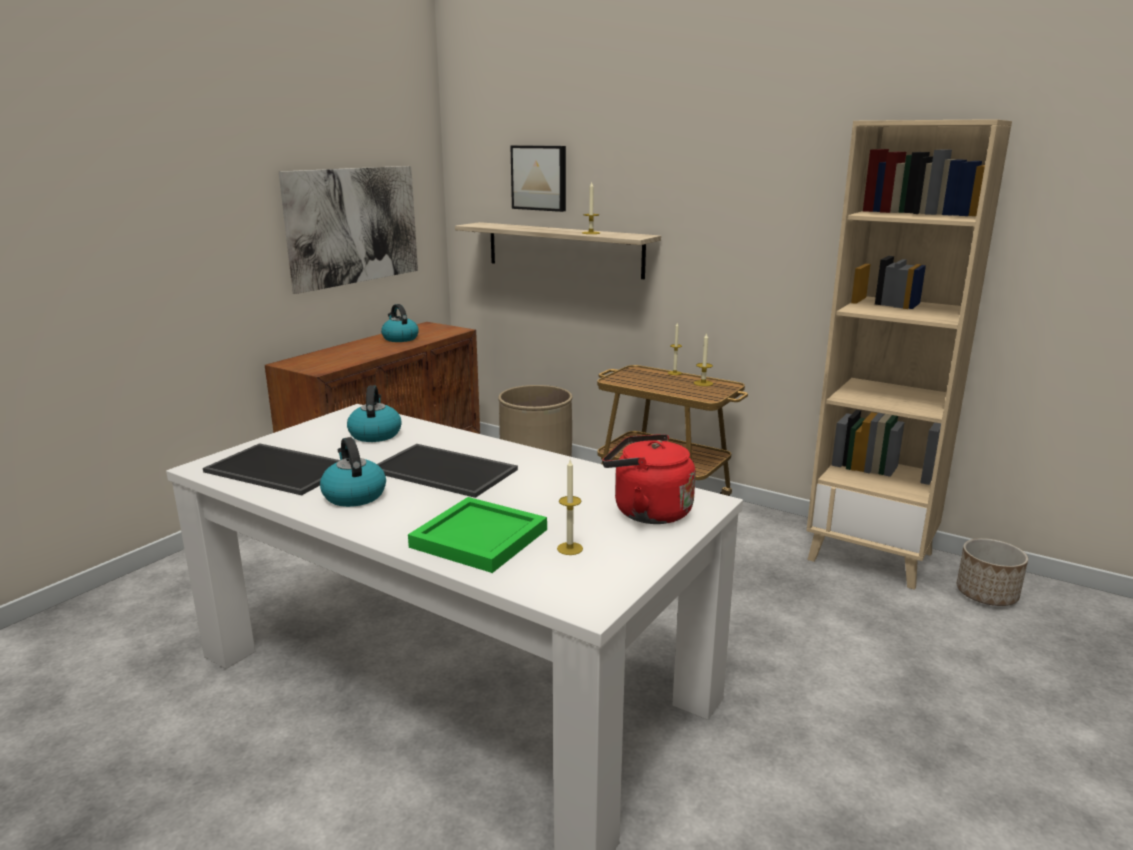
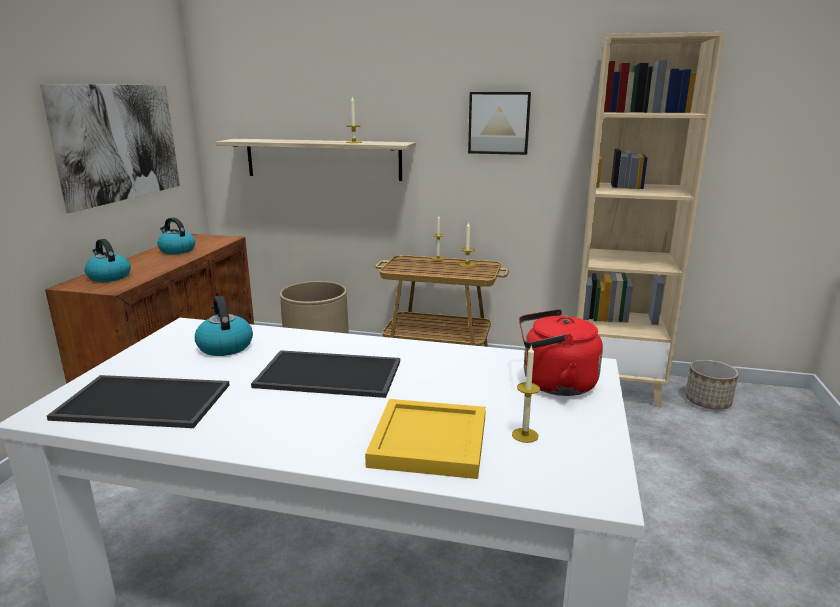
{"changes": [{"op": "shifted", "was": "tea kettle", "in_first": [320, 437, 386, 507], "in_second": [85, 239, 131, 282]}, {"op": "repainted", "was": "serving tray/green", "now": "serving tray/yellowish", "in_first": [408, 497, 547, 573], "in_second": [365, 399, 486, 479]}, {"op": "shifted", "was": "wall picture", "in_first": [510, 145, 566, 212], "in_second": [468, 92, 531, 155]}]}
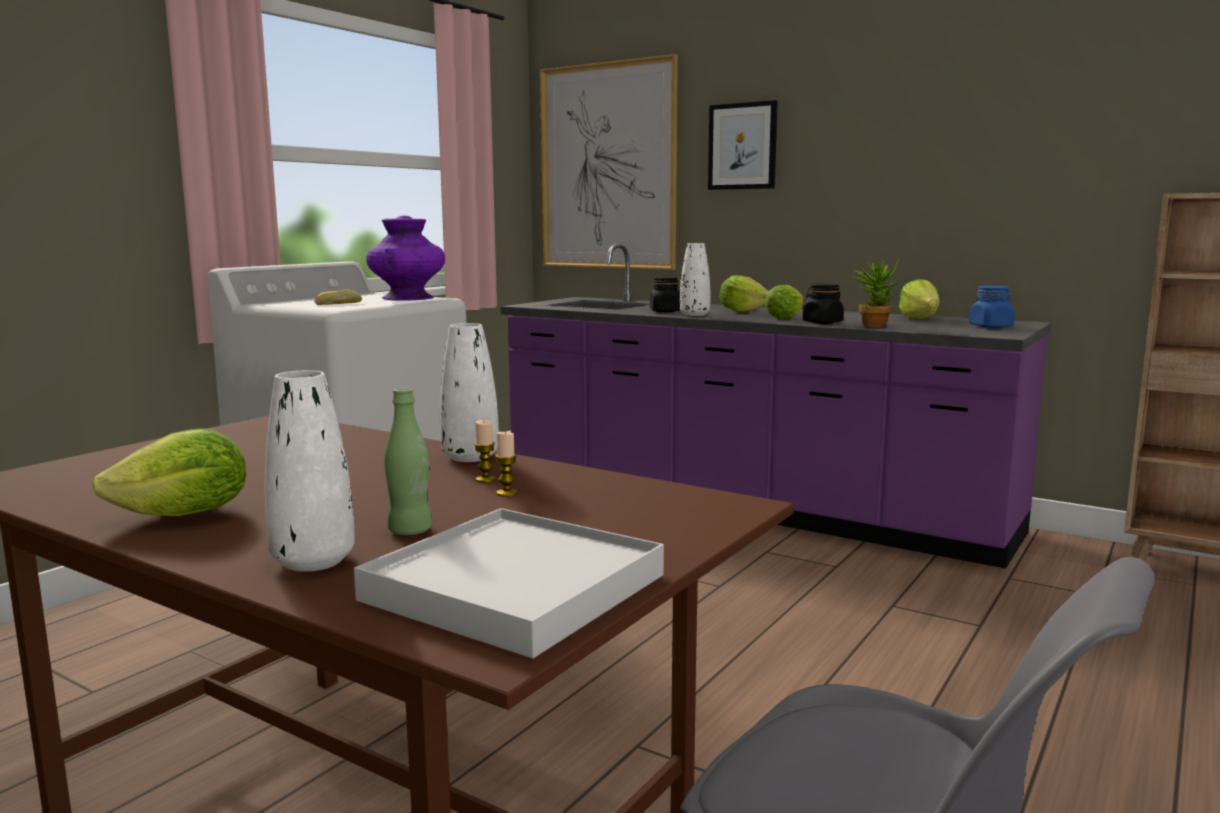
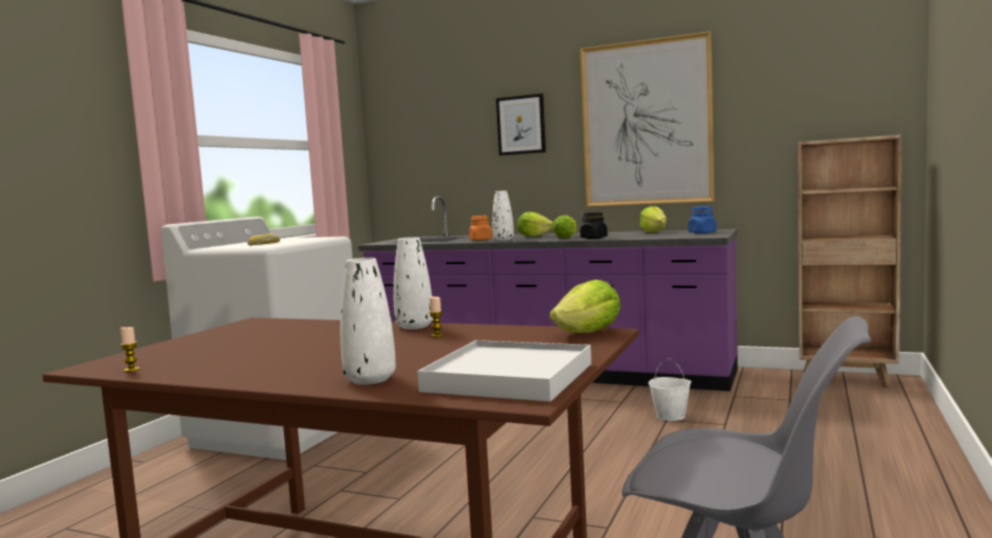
{"changes": [{"op": "shifted", "was": "lettuce", "in_first": [92, 428, 246, 516], "in_second": [550, 280, 621, 333]}, {"op": "gone", "was": "decorative vase/purple-coloured", "in_first": [366, 216, 445, 301]}, {"op": "gone", "was": "bottle/green", "in_first": [384, 388, 432, 535]}, {"op": "shifted", "was": "candle", "in_first": [495, 431, 518, 497], "in_second": [120, 327, 140, 372]}, {"op": "shifted", "was": "wall picture", "in_first": [540, 54, 678, 270], "in_second": [580, 31, 715, 207]}, {"op": "repainted", "was": "preserve jar/blackish", "now": "preserve jar/orangey", "in_first": [650, 277, 680, 312], "in_second": [469, 216, 492, 241]}, {"op": "gone", "was": "potted plant", "in_first": [851, 259, 901, 327]}, {"op": "new", "now": "water bucket/whitish", "in_second": [648, 358, 691, 421]}]}
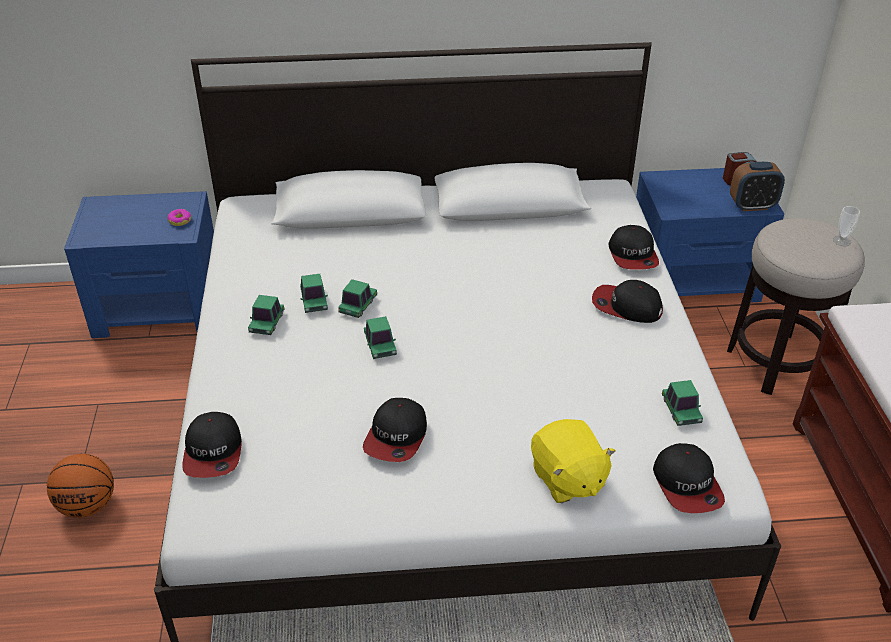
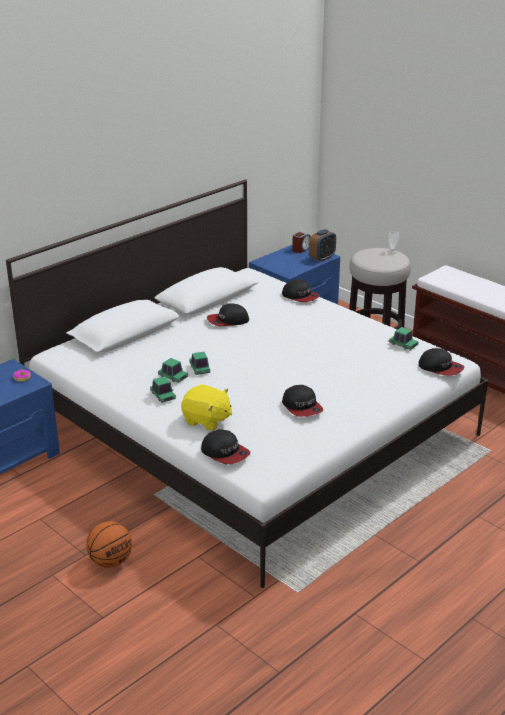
{"changes": [{"op": "gone", "was": "toy car", "in_first": [364, 316, 397, 359]}, {"op": "shifted", "was": "plush toy/yellowish", "in_first": [531, 419, 616, 503], "in_second": [181, 385, 232, 431]}, {"op": "shifted", "was": "baseball cap", "in_first": [592, 280, 663, 323], "in_second": [207, 303, 249, 326]}]}
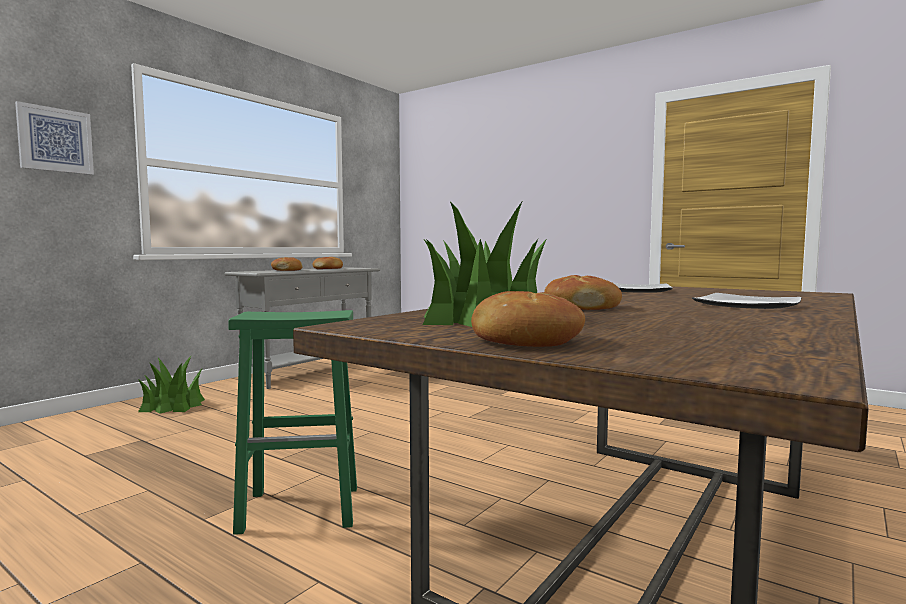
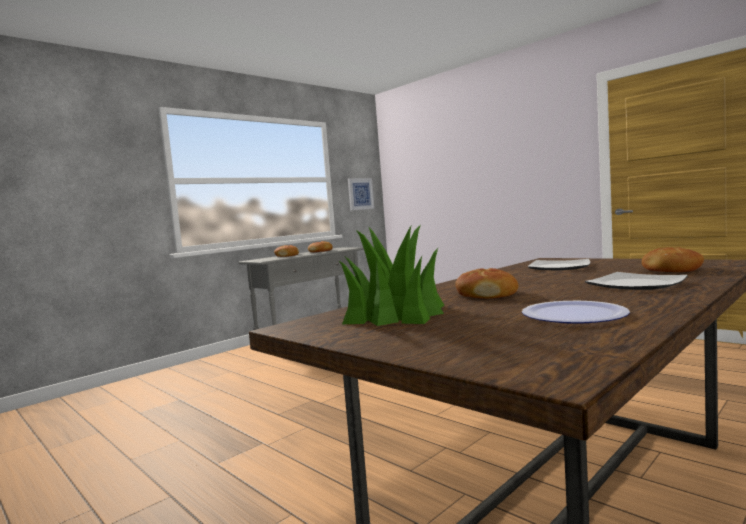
{"changes": [{"op": "shifted", "was": "wall picture", "in_first": [15, 101, 94, 175], "in_second": [348, 178, 374, 210]}, {"op": "gone", "was": "potted plant", "in_first": [138, 356, 205, 414]}, {"op": "gone", "was": "sitting stool/green", "in_first": [228, 310, 357, 535]}, {"op": "shifted", "was": "bread", "in_first": [471, 291, 585, 347], "in_second": [642, 247, 704, 272]}, {"op": "new", "now": "flat dish", "in_second": [522, 301, 630, 324]}]}
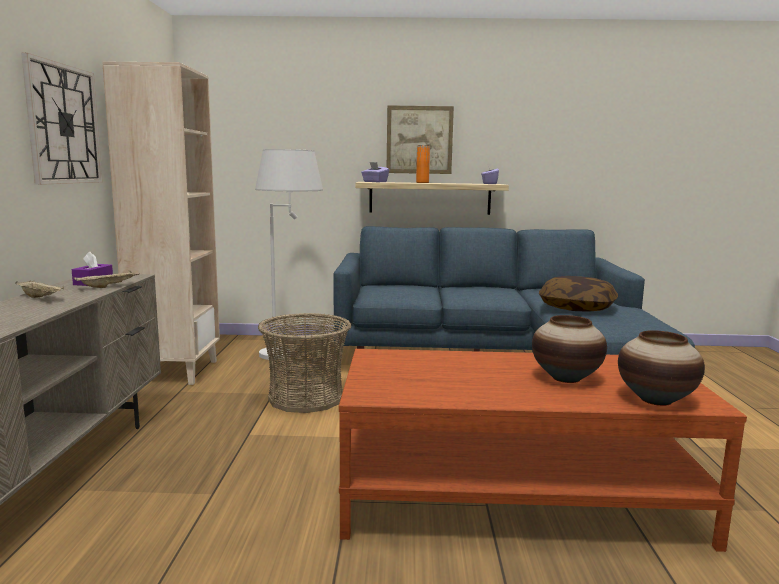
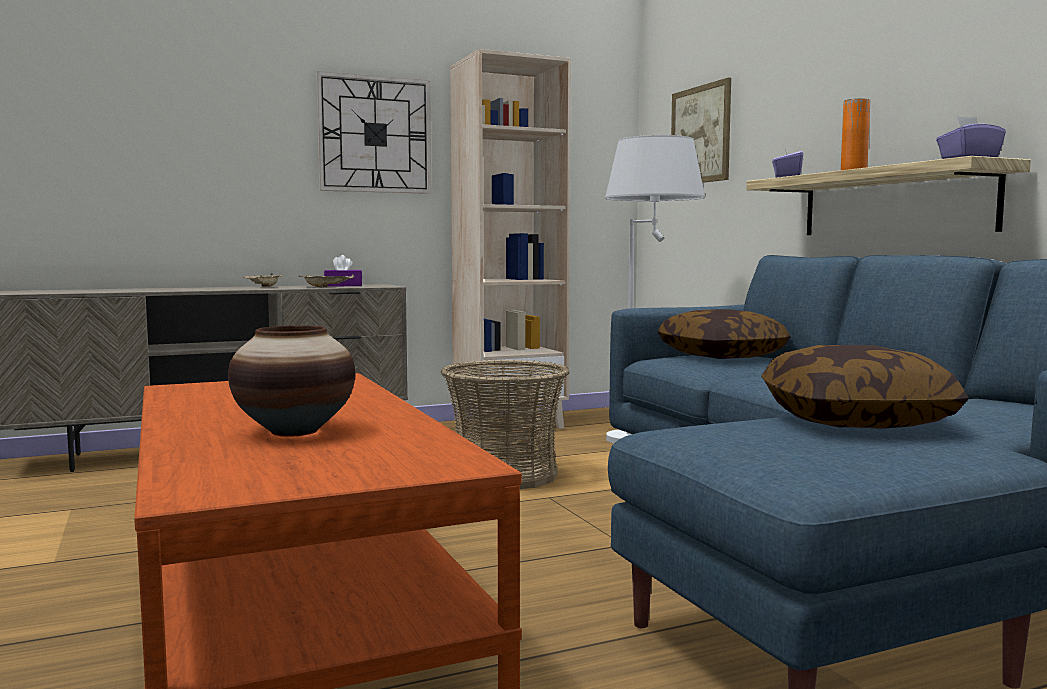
{"changes": [{"op": "shifted", "was": "wall picture", "in_first": [387, 105, 454, 174], "in_second": [671, 77, 731, 183]}, {"op": "gone", "was": "decorative vase", "in_first": [618, 330, 705, 406]}, {"op": "new", "now": "pillow", "in_second": [657, 309, 791, 359]}]}
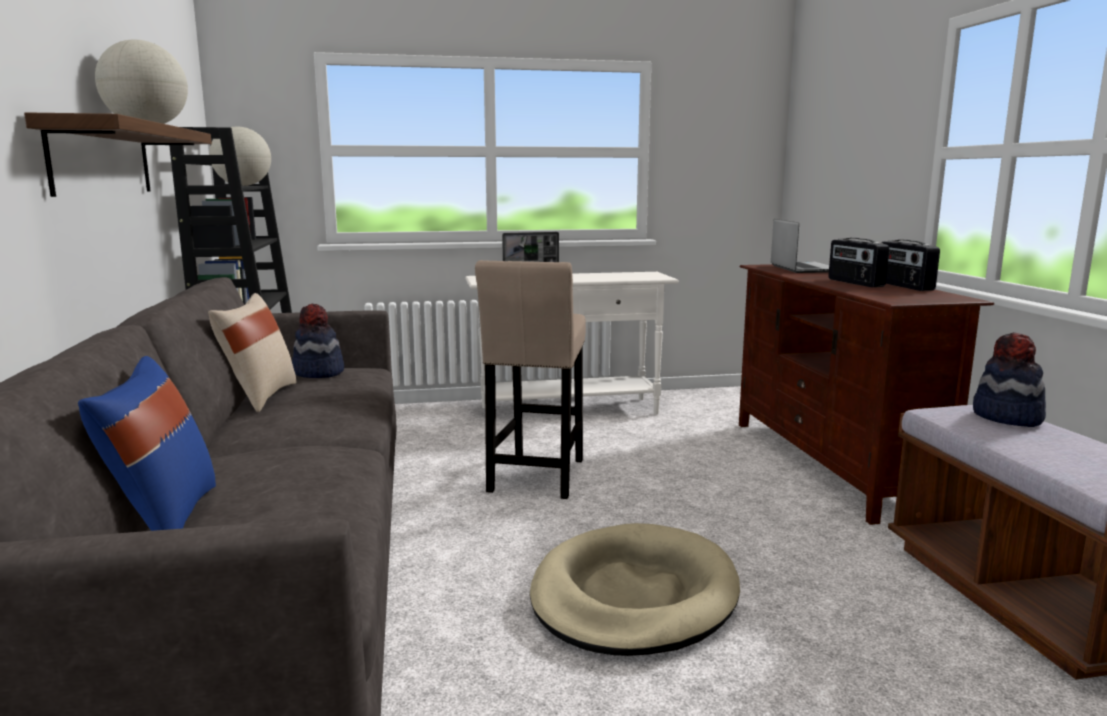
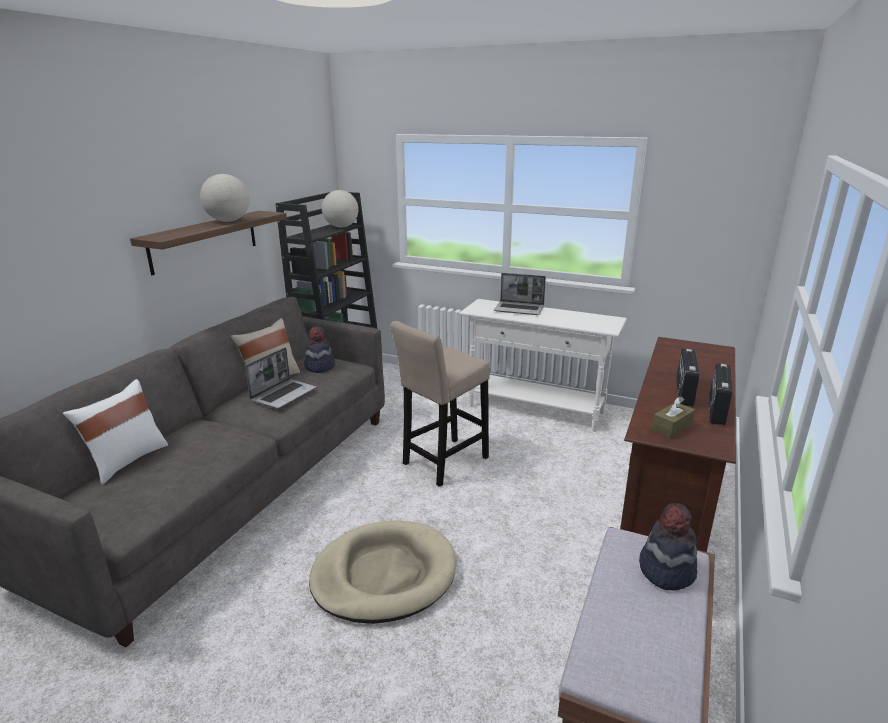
{"changes": [{"op": "repainted", "was": "pillow/bluish", "now": "pillow/whitish", "in_first": [78, 356, 216, 531], "in_second": [63, 379, 168, 484]}, {"op": "shifted", "was": "portable computer", "in_first": [771, 219, 829, 273], "in_second": [245, 348, 316, 409]}, {"op": "new", "now": "tissue holder/brown-coloured", "in_second": [652, 397, 695, 438]}]}
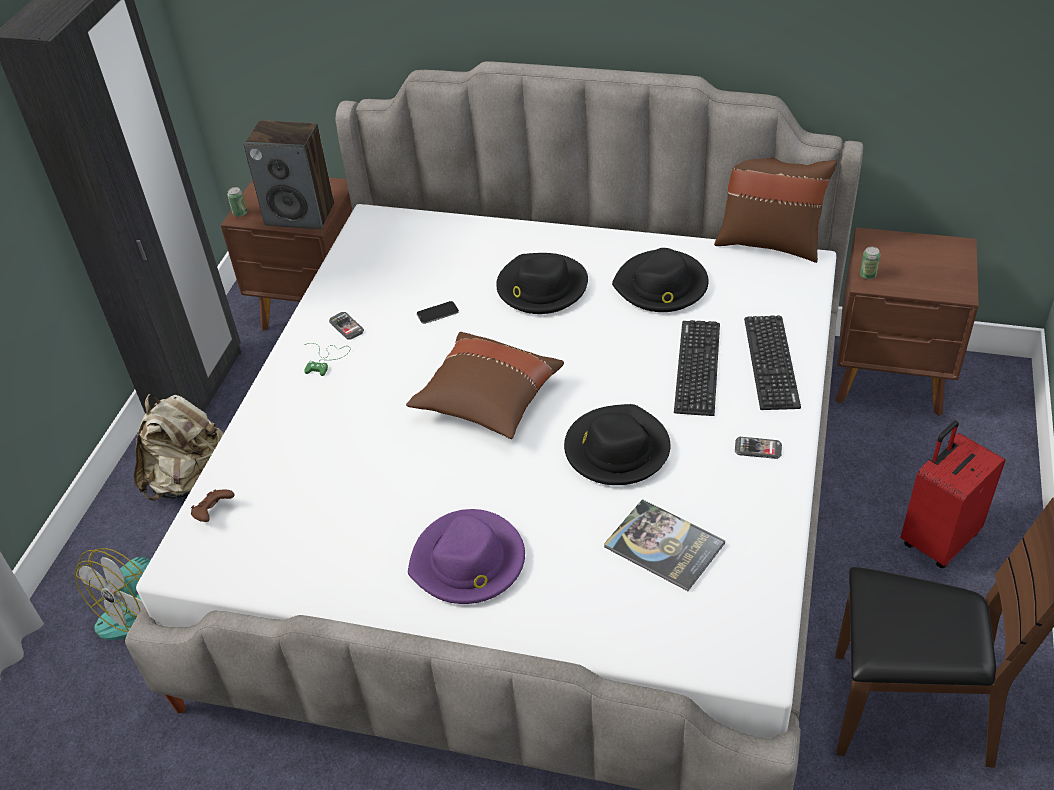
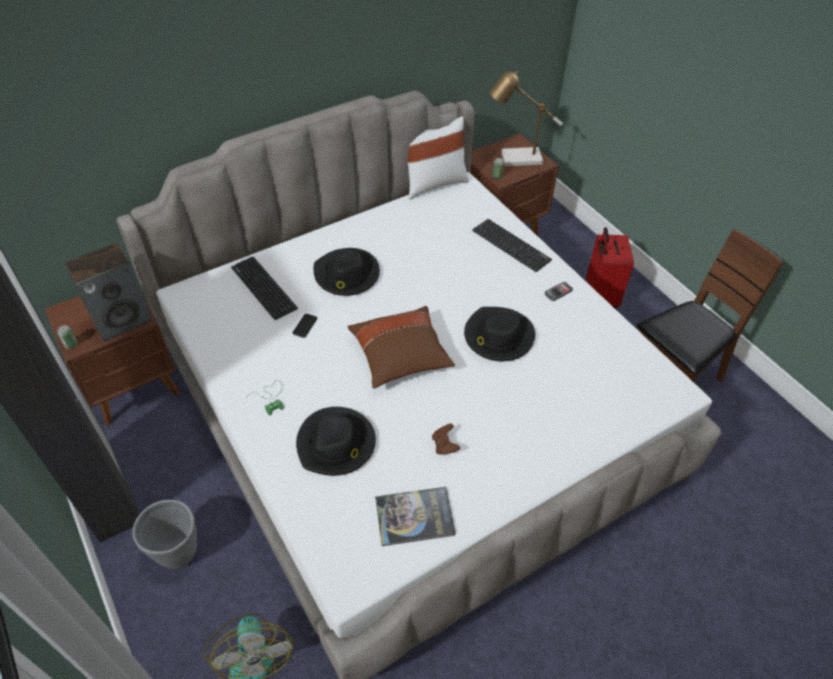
{"changes": [{"op": "swapped", "was": "knapsack/beige-coloured", "now": "plant pot/greyish", "in_first": [134, 394, 224, 501], "in_second": [133, 500, 197, 569]}, {"op": "shifted", "was": "joypad/brown-coloured", "in_first": [191, 489, 234, 522], "in_second": [432, 424, 460, 454]}, {"op": "gone", "was": "telephone", "in_first": [329, 312, 364, 340]}, {"op": "gone", "was": "hat/purple-coloured", "in_first": [408, 509, 525, 604]}, {"op": "shifted", "was": "bound book", "in_first": [604, 499, 725, 591], "in_second": [375, 487, 456, 546]}, {"op": "shifted", "was": "hat/blackish", "in_first": [612, 248, 709, 312], "in_second": [296, 407, 376, 476]}, {"op": "shifted", "was": "PC keyboard", "in_first": [674, 320, 720, 416], "in_second": [231, 257, 298, 320]}, {"op": "repainted", "was": "pillow/brown-coloured", "now": "pillow/whitish", "in_first": [714, 158, 837, 263], "in_second": [408, 116, 469, 200]}, {"op": "new", "now": "lamp for a table", "in_second": [489, 71, 563, 166]}]}
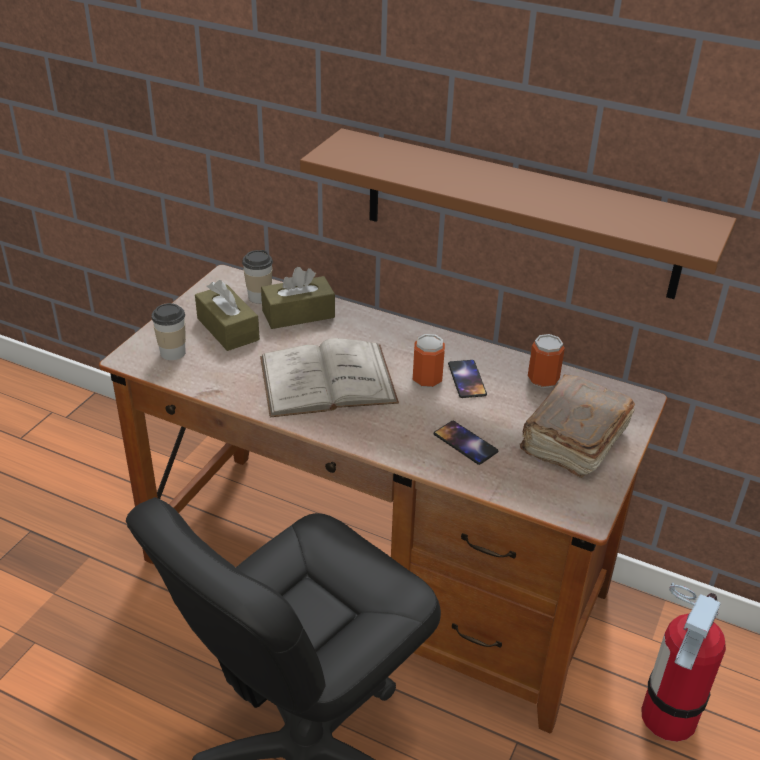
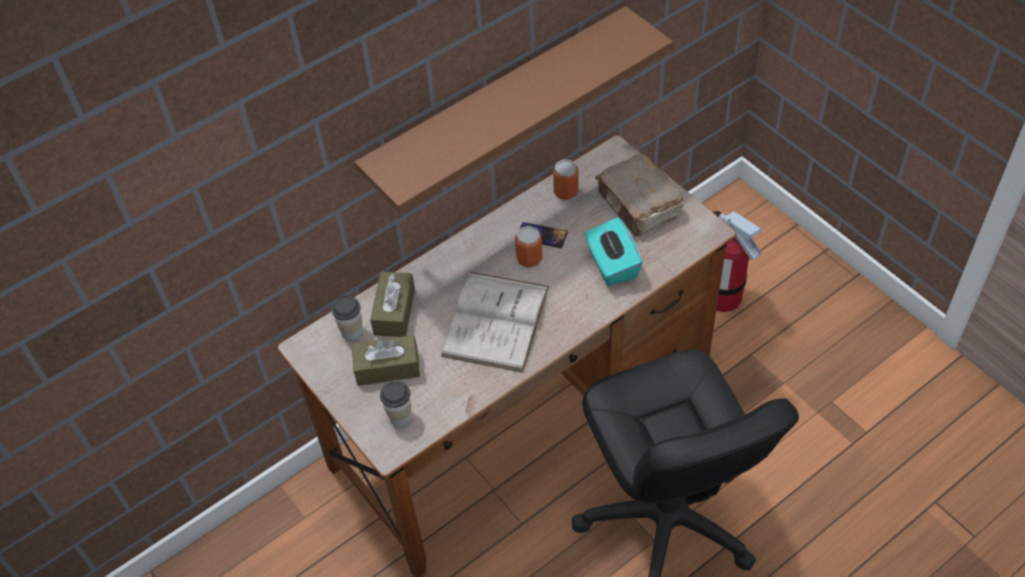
{"changes": [{"op": "swapped", "was": "telephone", "now": "tissue holder/turquoise-coloured", "in_first": [434, 421, 498, 465], "in_second": [585, 217, 643, 286]}]}
